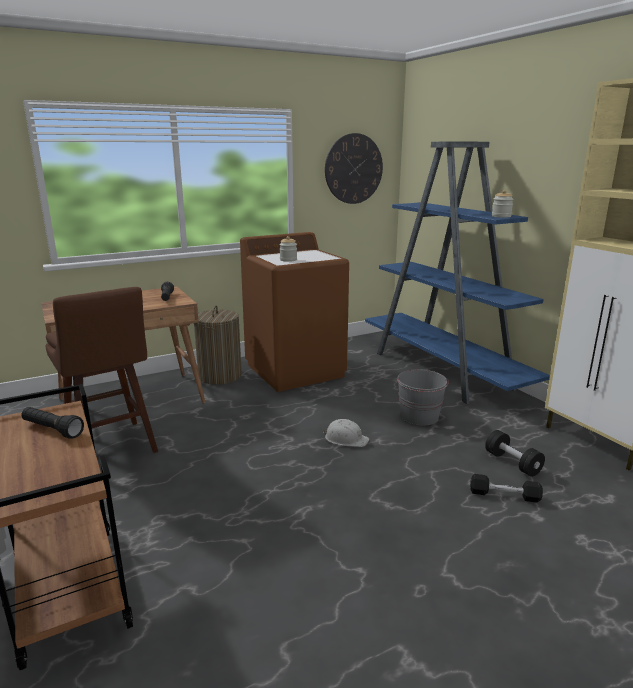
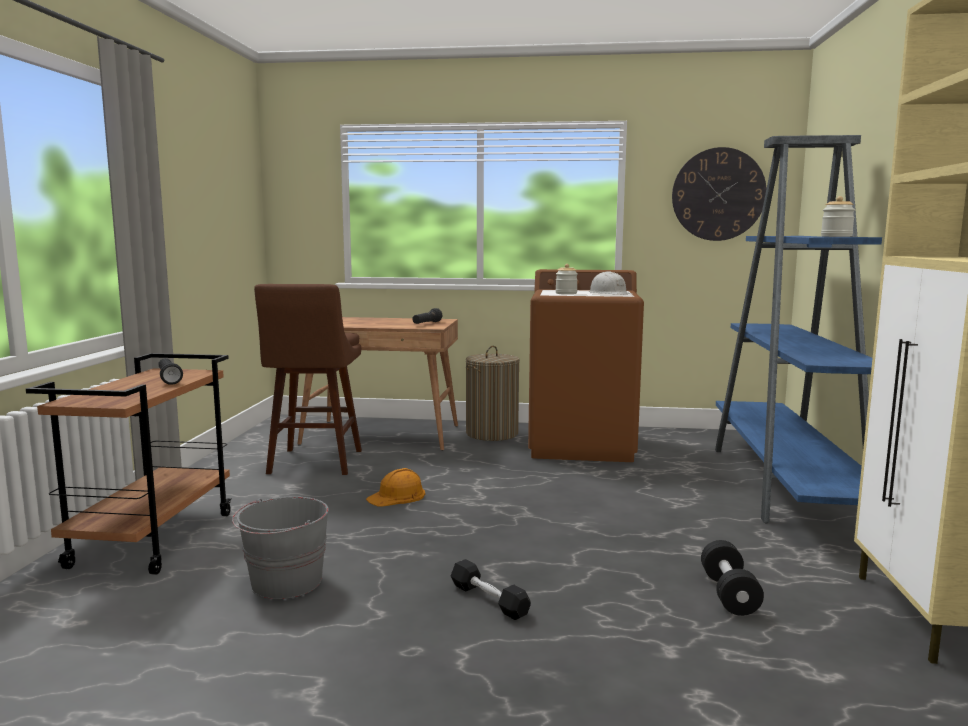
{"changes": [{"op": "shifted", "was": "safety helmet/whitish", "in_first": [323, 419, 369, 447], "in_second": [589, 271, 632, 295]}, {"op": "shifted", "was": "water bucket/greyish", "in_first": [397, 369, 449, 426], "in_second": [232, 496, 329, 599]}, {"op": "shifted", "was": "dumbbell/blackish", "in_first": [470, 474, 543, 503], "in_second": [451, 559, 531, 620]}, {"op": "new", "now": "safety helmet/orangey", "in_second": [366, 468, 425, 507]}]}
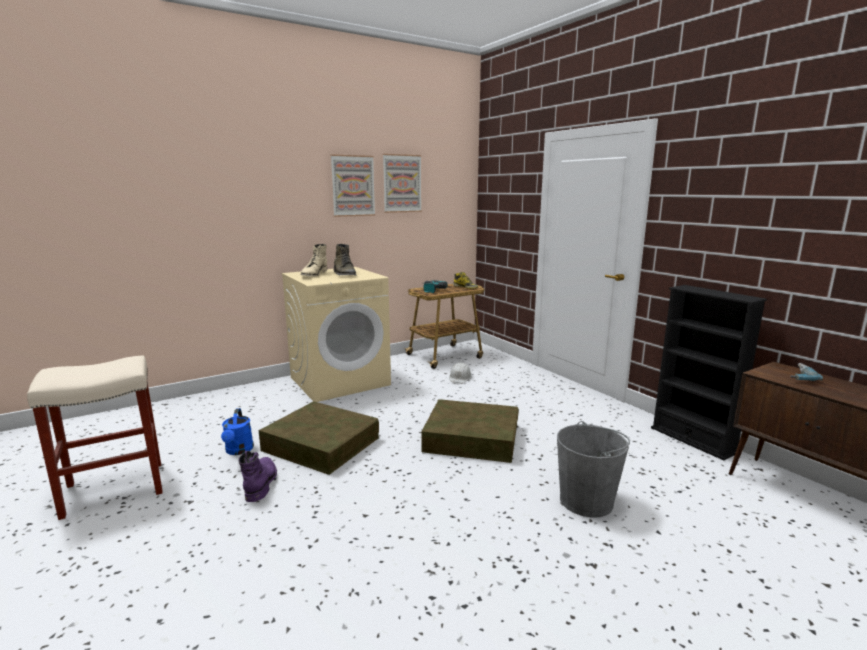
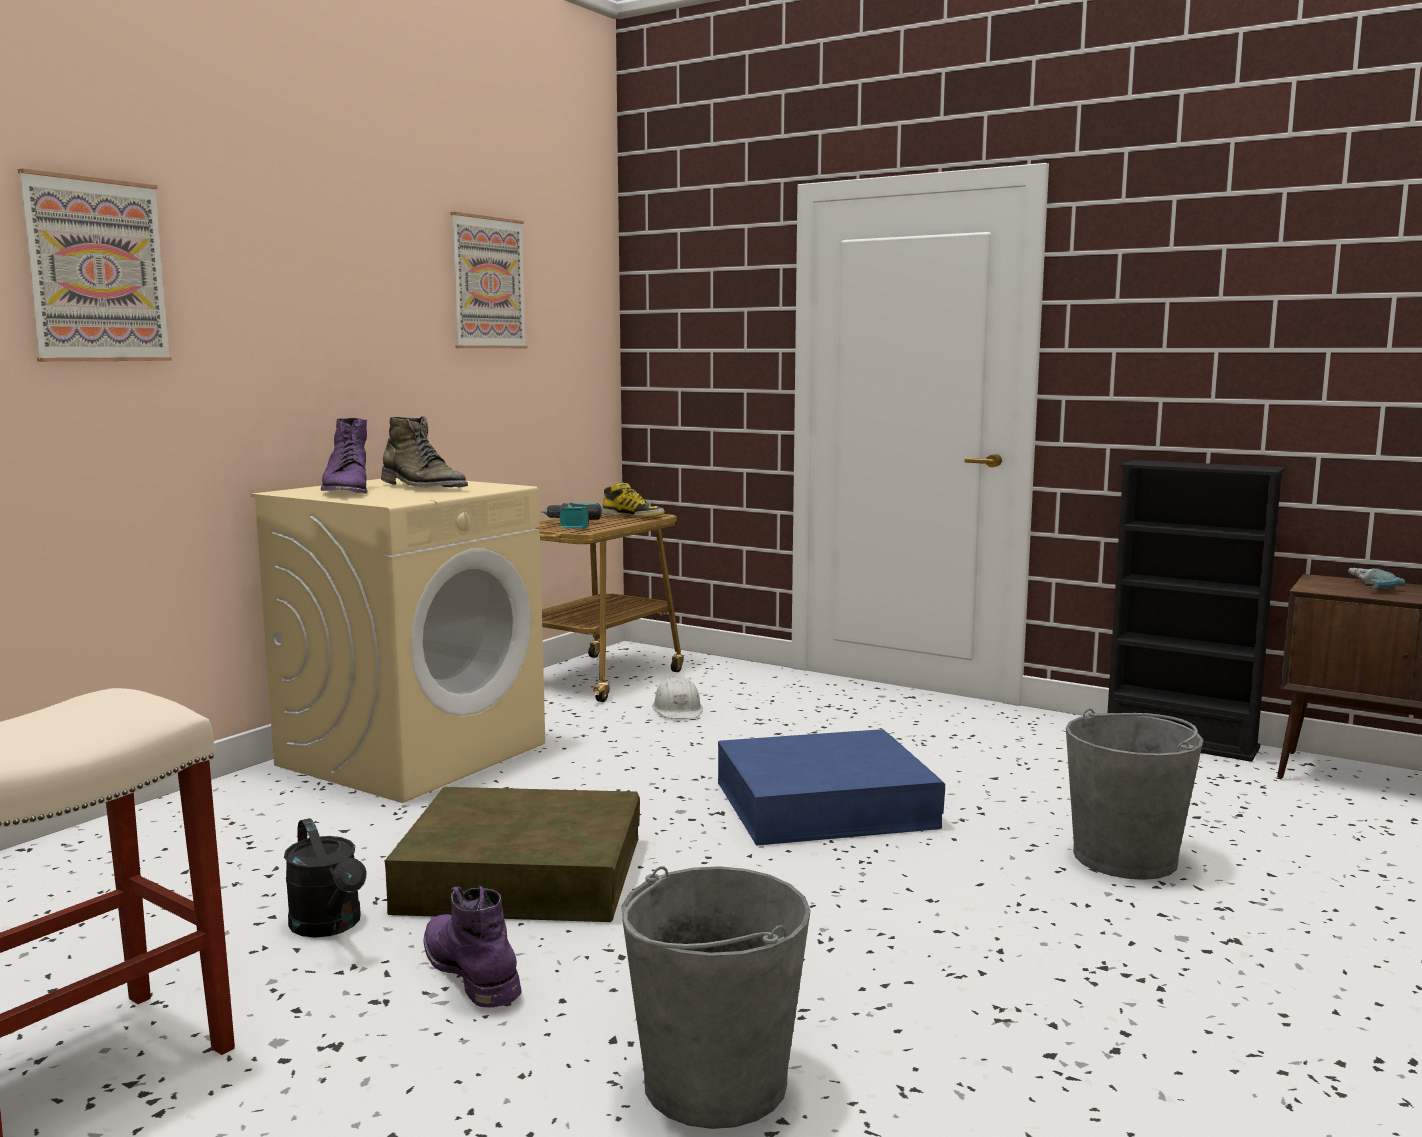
{"changes": [{"op": "repainted", "was": "sprinkling can/bluish", "now": "sprinkling can/blackish", "in_first": [221, 408, 254, 455], "in_second": [284, 818, 366, 937]}, {"op": "repainted", "was": "boot/beige-coloured", "now": "boot/purple-coloured", "in_first": [300, 244, 327, 277], "in_second": [321, 418, 368, 494]}, {"op": "shifted", "was": "wall picture", "in_first": [331, 154, 376, 217], "in_second": [18, 169, 172, 362]}, {"op": "repainted", "was": "storage box/brown-coloured", "now": "storage box/bluish", "in_first": [421, 399, 519, 463], "in_second": [718, 729, 945, 845]}, {"op": "new", "now": "water bucket/greyish", "in_second": [621, 866, 811, 1129]}]}
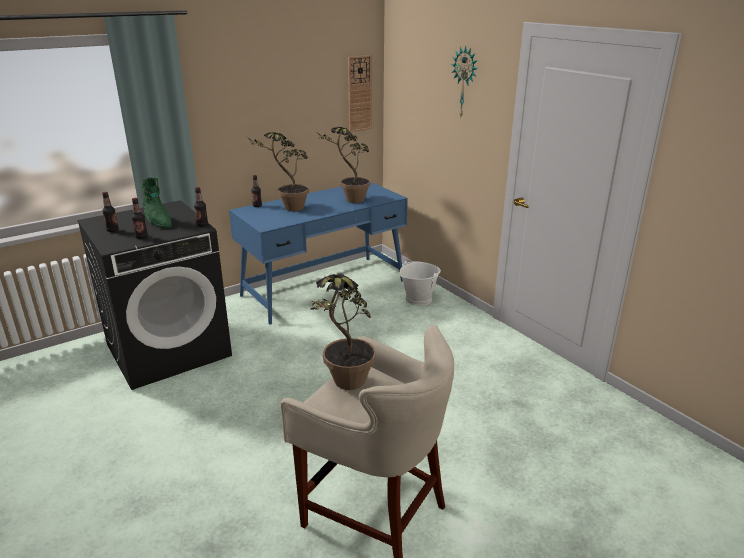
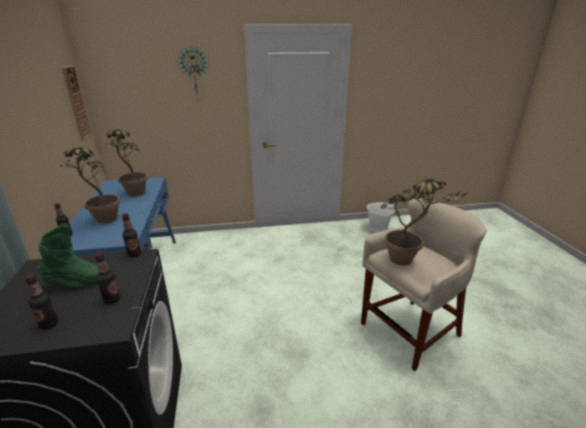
{"changes": [{"op": "shifted", "was": "water bucket/whitish", "in_first": [400, 261, 441, 306], "in_second": [366, 202, 395, 233]}]}
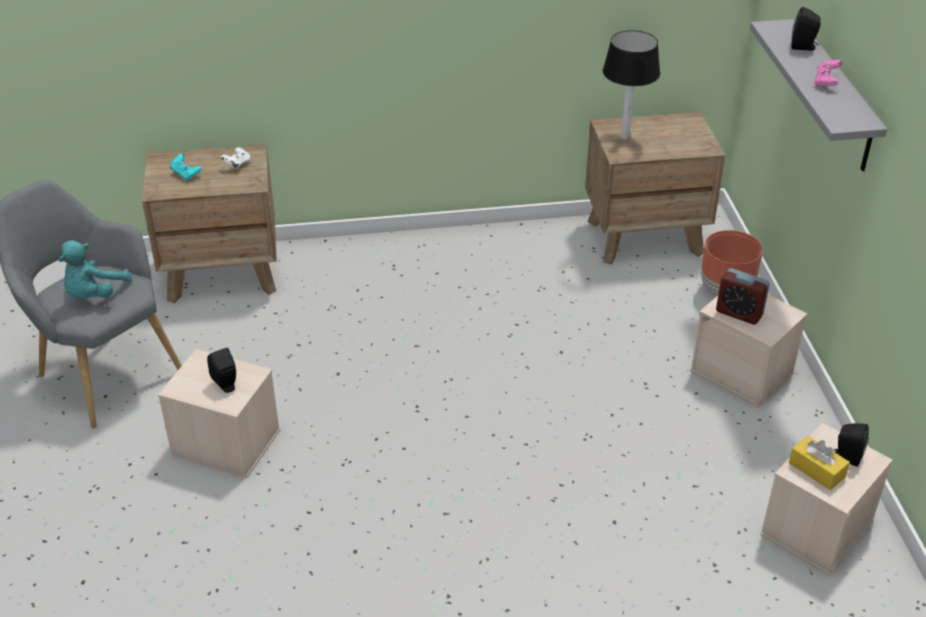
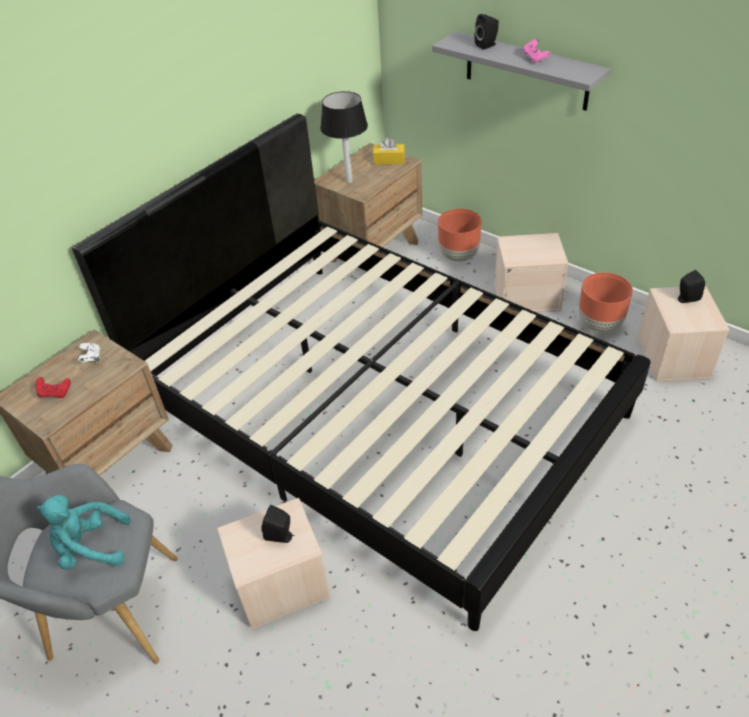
{"changes": [{"op": "rotated", "was": "plush toy/turquoise-coloured", "in_first": [59, 240, 132, 299], "in_second": [37, 495, 131, 570], "clockwise": 105}, {"op": "repainted", "was": "joypad/turquoise-coloured", "now": "joypad/red", "in_first": [170, 154, 202, 180], "in_second": [36, 377, 71, 398]}, {"op": "gone", "was": "table clock", "in_first": [716, 268, 770, 325]}, {"op": "shifted", "was": "tissue holder/yellowish", "in_first": [789, 436, 850, 490], "in_second": [373, 137, 405, 165]}, {"op": "new", "now": "sleeping bed/blackish", "in_second": [72, 114, 651, 631]}, {"op": "new", "now": "plant pot/brown-coloured", "in_second": [579, 273, 633, 332]}]}
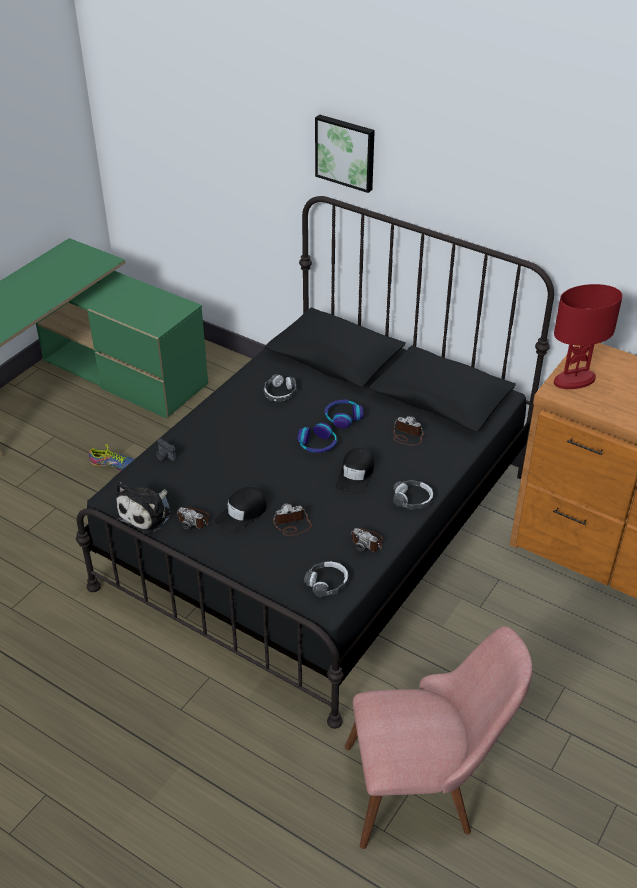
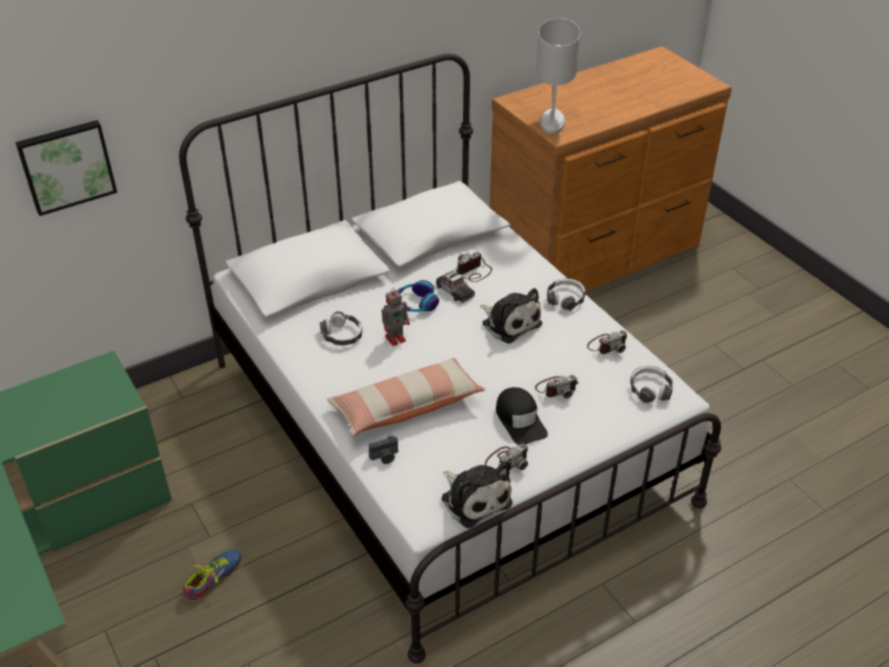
{"changes": [{"op": "repainted", "was": "sleeping bed/blackish", "now": "sleeping bed/whitish", "in_first": [76, 196, 554, 729], "in_second": [179, 53, 721, 663]}, {"op": "rotated", "was": "still camera", "in_first": [273, 503, 312, 536], "in_second": [535, 375, 579, 398], "clockwise": -120}, {"op": "gone", "was": "headset", "in_first": [297, 423, 337, 453]}, {"op": "shifted", "was": "wall picture", "in_first": [315, 114, 375, 193], "in_second": [15, 120, 117, 216]}, {"op": "swapped", "was": "baseball cap/blackish", "now": "plush toy", "in_first": [336, 448, 374, 494], "in_second": [480, 288, 542, 344]}, {"op": "gone", "was": "upright chair/pink-coloured", "in_first": [345, 626, 532, 849]}, {"op": "repainted", "was": "lamp for a table/red", "now": "lamp for a table/whitish", "in_first": [554, 284, 622, 389], "in_second": [536, 18, 580, 134]}, {"op": "new", "now": "pillow", "in_second": [327, 358, 485, 436]}, {"op": "new", "now": "robot figure", "in_second": [381, 288, 410, 346]}, {"op": "new", "now": "toy car", "in_second": [436, 270, 475, 303]}]}
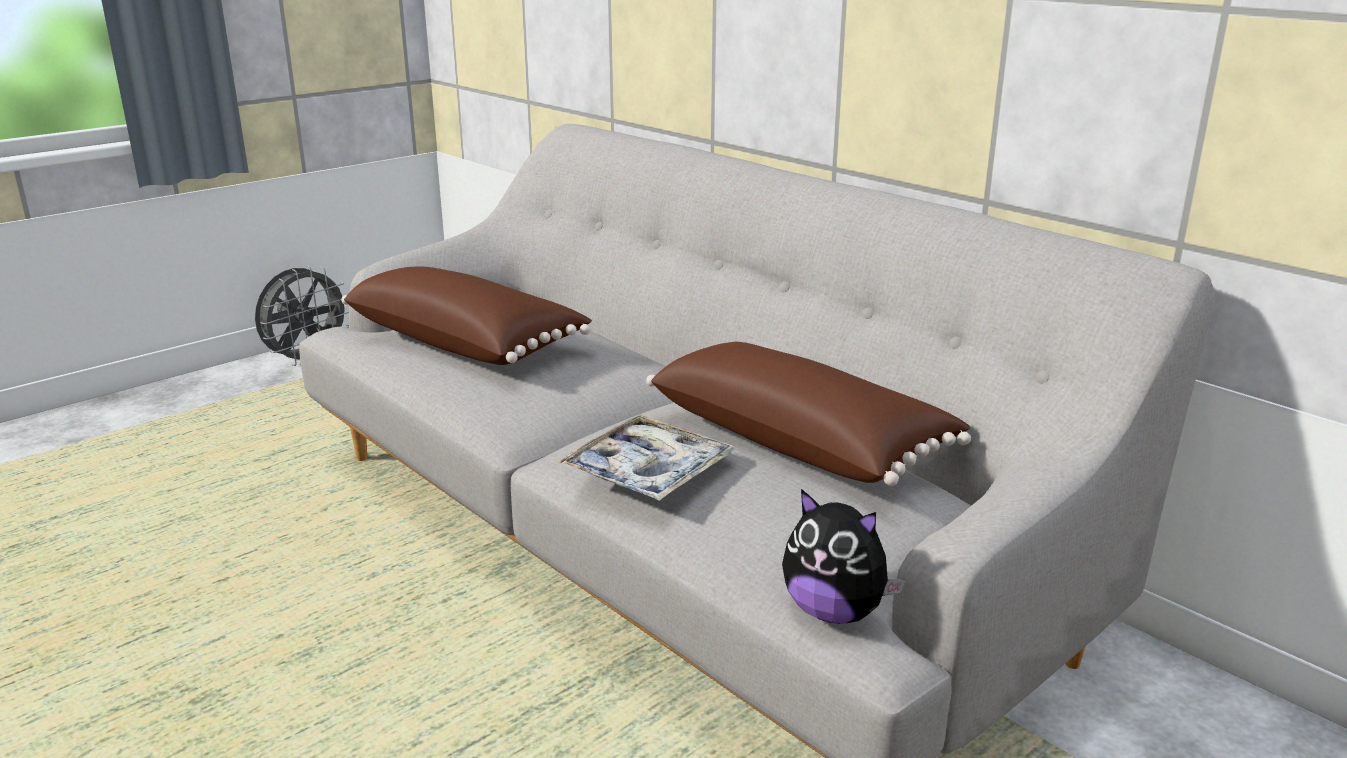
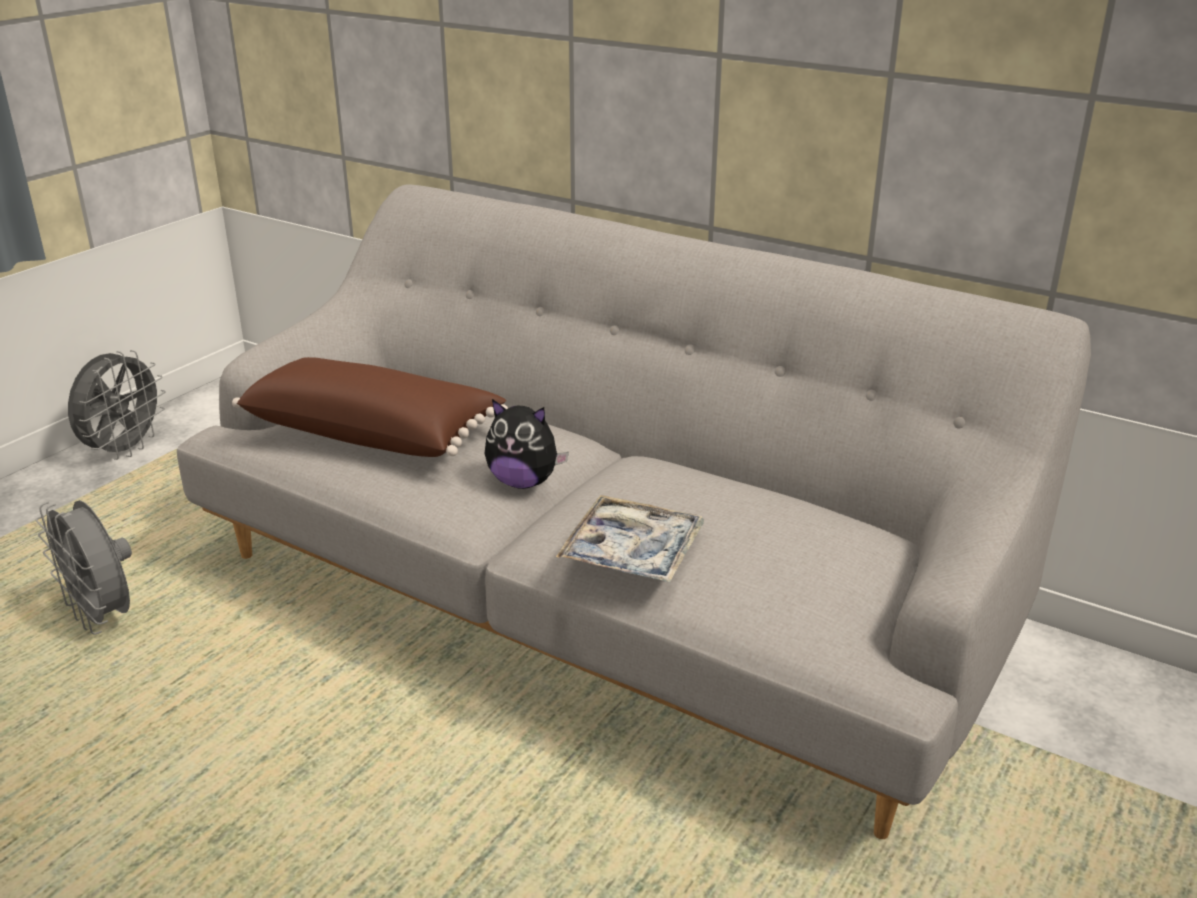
{"changes": [{"op": "gone", "was": "pillow/brown-coloured", "in_first": [646, 342, 971, 486]}, {"op": "shifted", "was": "plush toy", "in_first": [782, 489, 906, 623], "in_second": [485, 399, 569, 489]}, {"op": "new", "now": "fan/greyish", "in_second": [36, 500, 132, 635]}]}
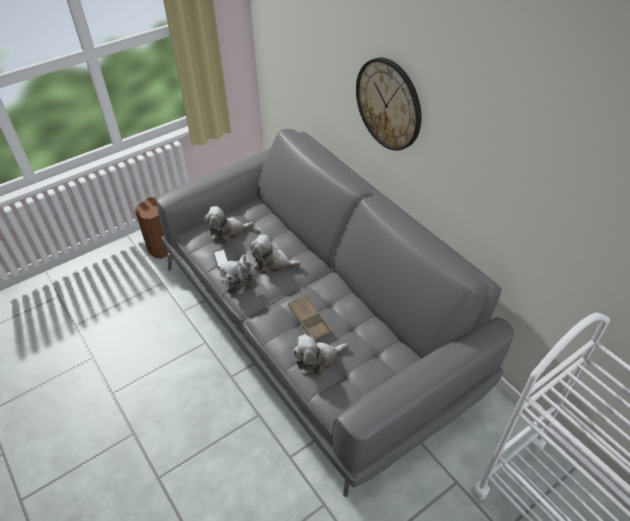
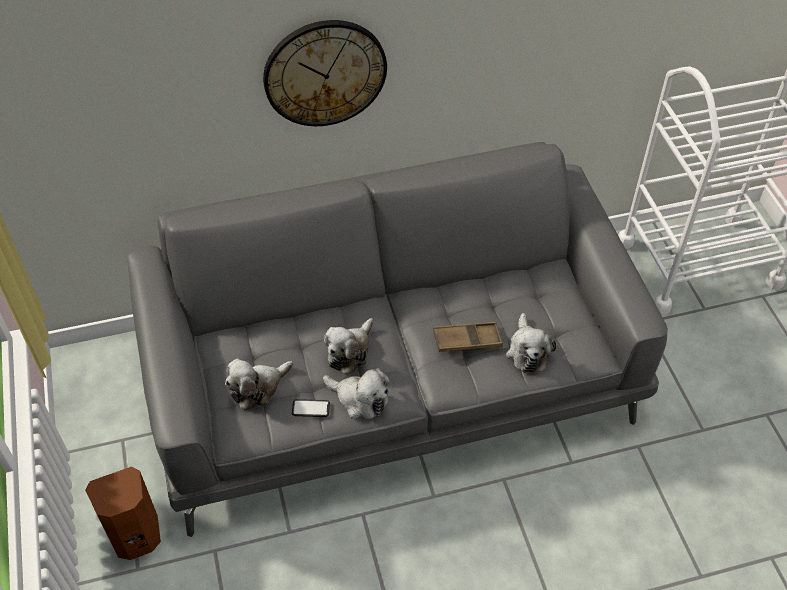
{"changes": [{"op": "rotated", "was": "plush toy", "in_first": [204, 206, 254, 242], "in_second": [225, 358, 293, 411], "clockwise": 45}]}
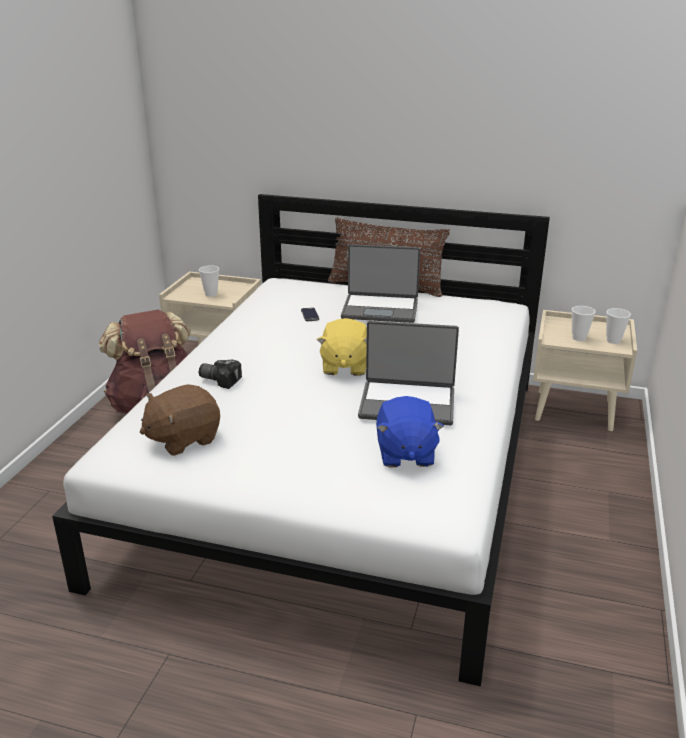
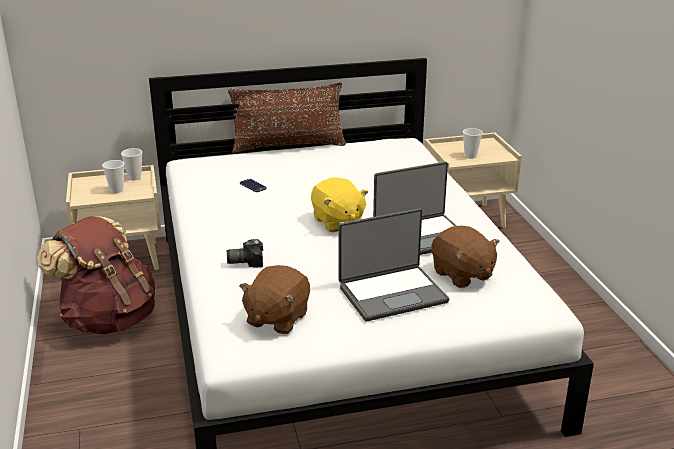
{"changes": [{"op": "shifted", "was": "portable computer", "in_first": [341, 244, 420, 323], "in_second": [338, 209, 449, 321]}, {"op": "repainted", "was": "plush toy/bluish", "now": "plush toy/brown-coloured", "in_first": [376, 396, 444, 467], "in_second": [431, 226, 500, 288]}, {"op": "shifted", "was": "drinking cup", "in_first": [606, 308, 631, 344], "in_second": [121, 148, 142, 180]}]}
